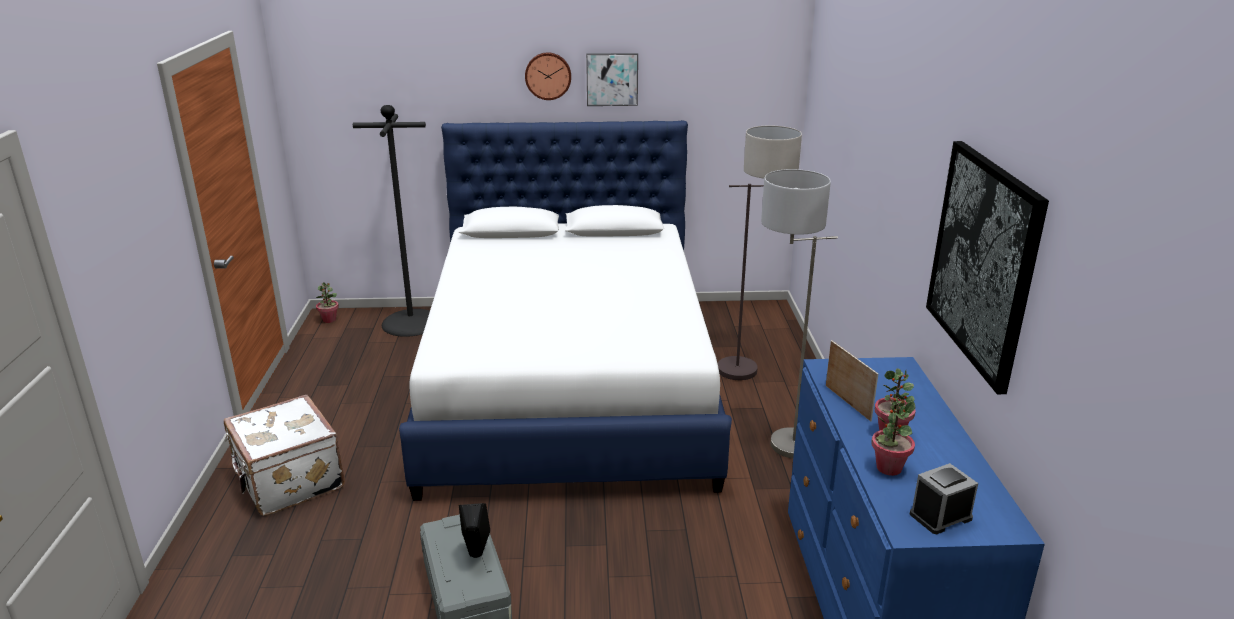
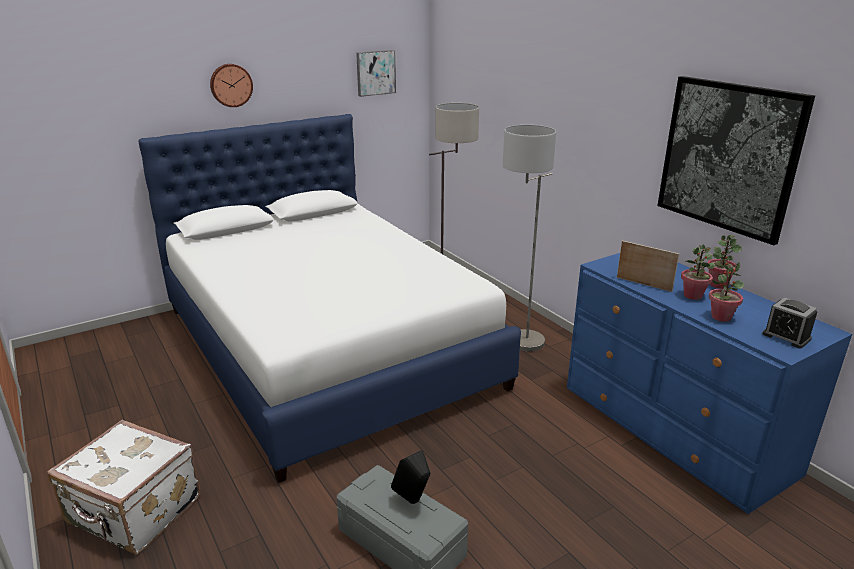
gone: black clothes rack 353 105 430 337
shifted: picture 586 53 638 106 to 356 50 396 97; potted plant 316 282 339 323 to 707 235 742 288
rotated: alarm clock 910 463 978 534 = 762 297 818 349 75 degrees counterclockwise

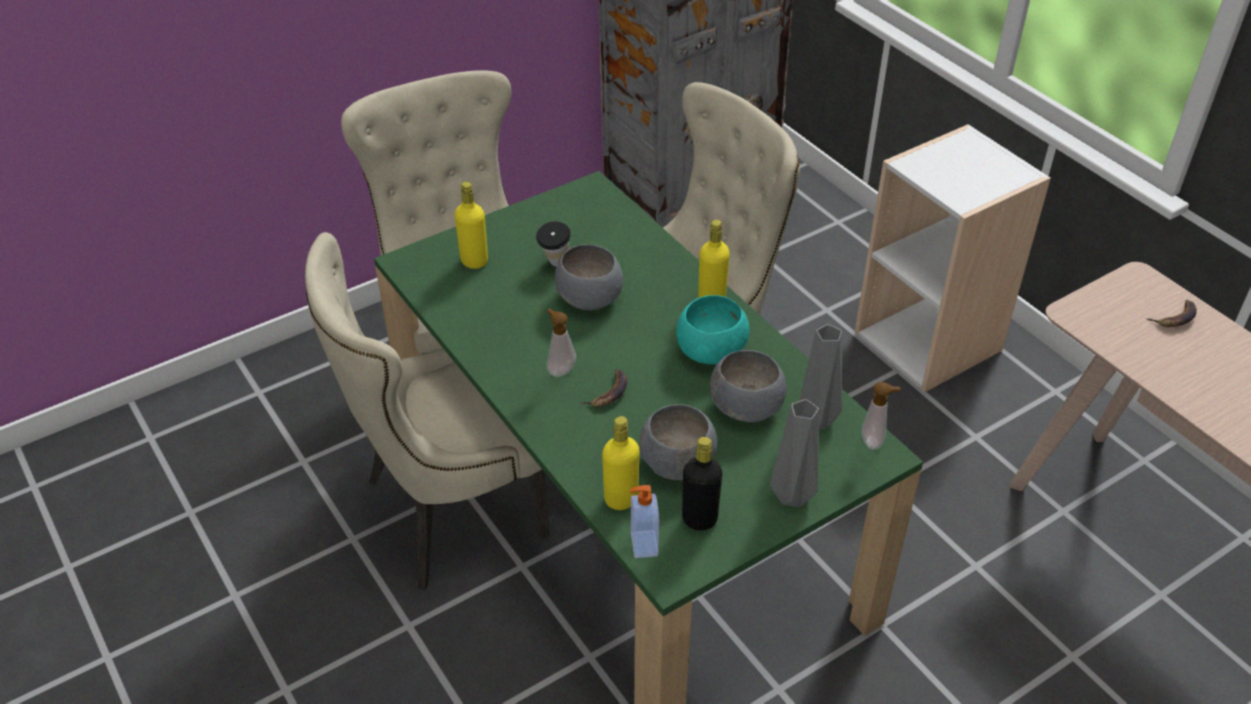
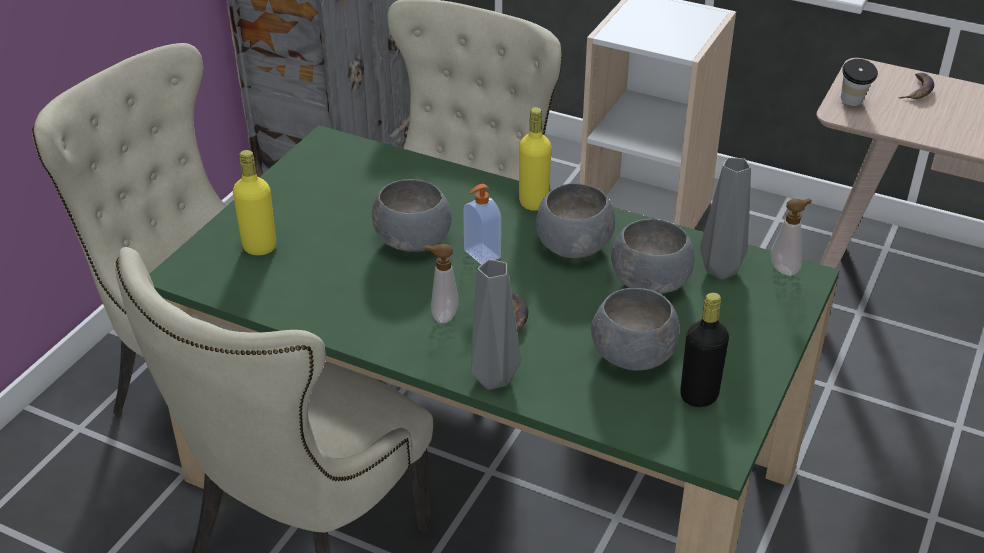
gone: yellow bottle 602 416 640 510
shifted: cup 536 221 571 267 to 841 59 878 106; grey vase 770 399 819 507 to 471 259 521 390; soap dispenser 630 485 659 558 to 463 184 501 265
repainted: turquoise bowl 676 295 750 365 to grey bowl 536 183 615 258

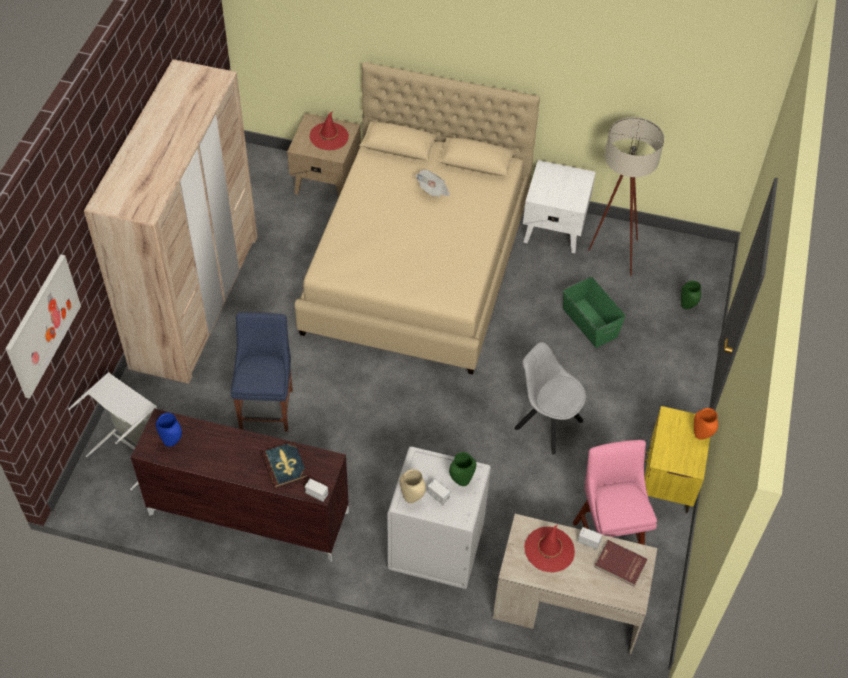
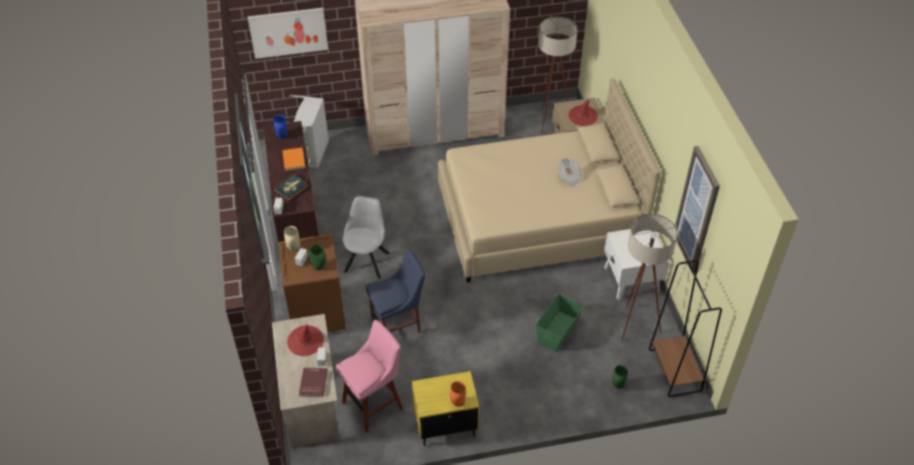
new: beige floor lamp 538 17 578 135; picture 675 146 720 273; orange book 282 147 305 171; clothes rack 649 260 722 397
shifted: blue chair 231 312 293 432 to 365 249 425 333; grey chair 515 342 586 454 to 343 196 390 279
repainted: grey dresser 388 447 491 589 to brown dresser 278 234 346 332

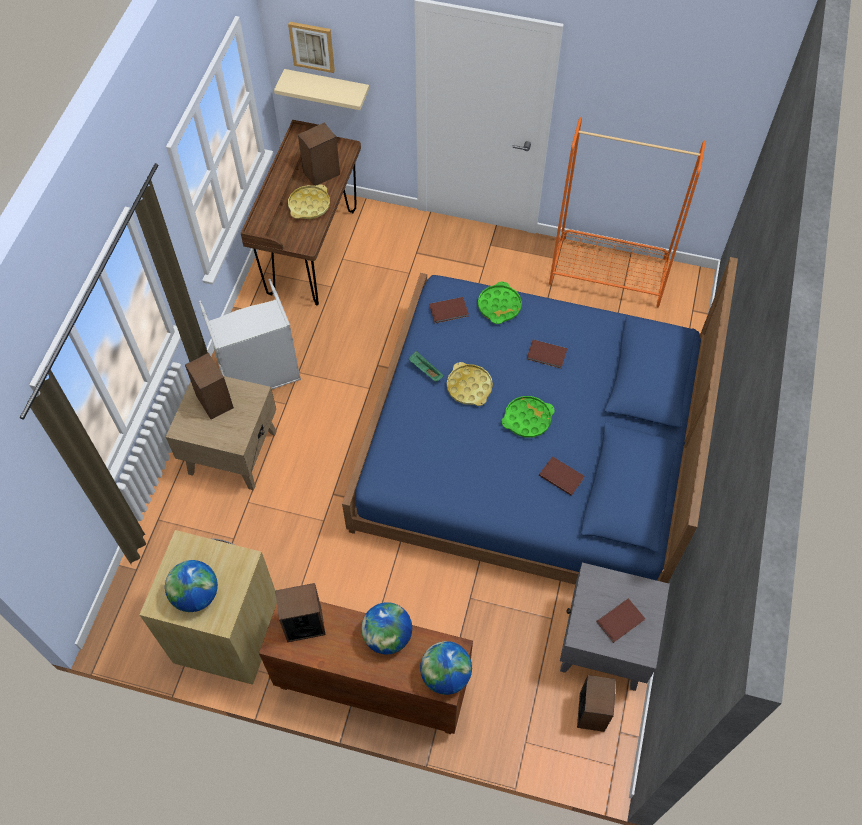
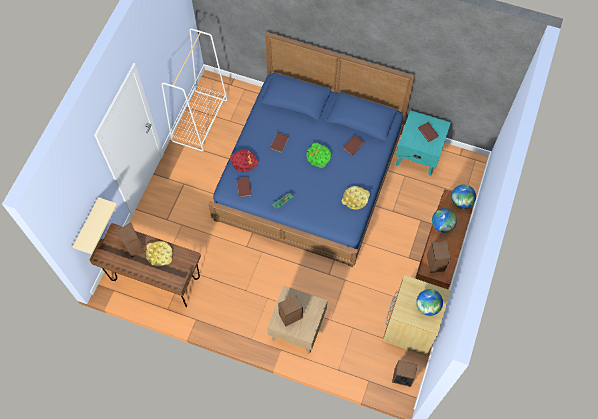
gone: picture 288 22 335 73; grey laundry basket 199 279 301 390
shifted: yellow tray 447 362 493 406 to 342 186 370 209; speaker 577 675 616 732 to 392 360 417 387
repainted: orange clothes rack 549 117 706 307 to white clothes rack 161 28 227 151; green tray 478 282 522 324 to red tray 230 150 258 172; grey nightstand 560 563 670 691 to turquoise nightstand 396 110 451 176

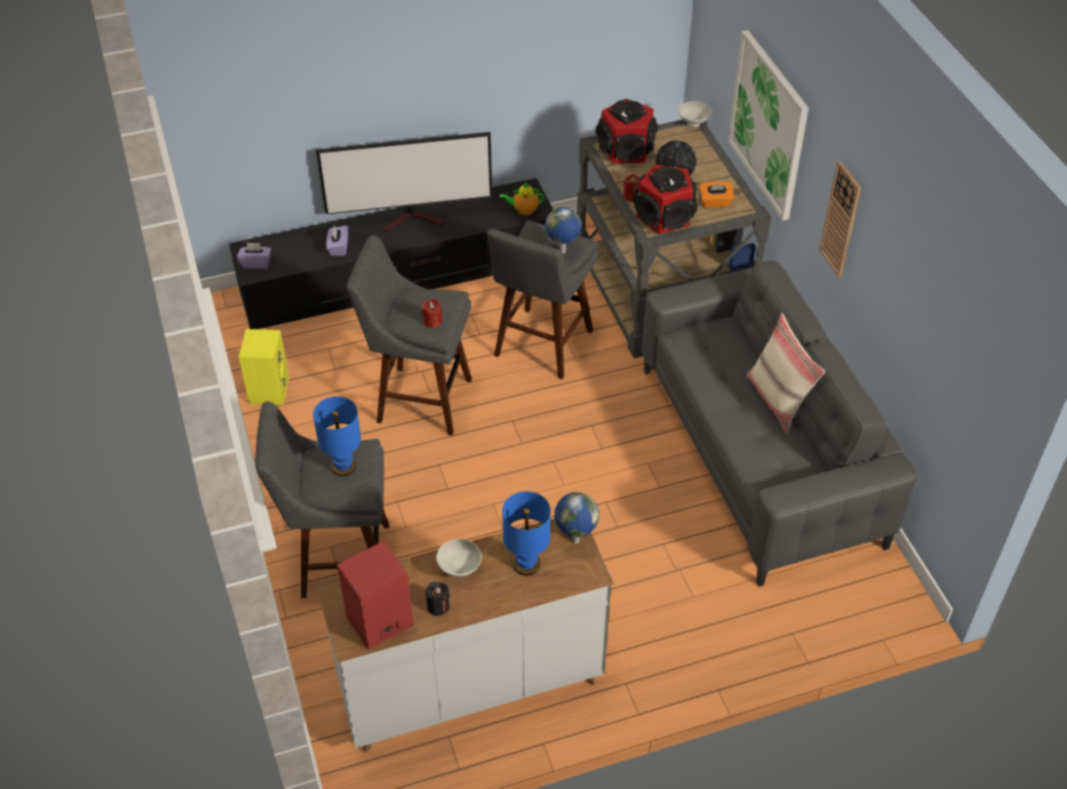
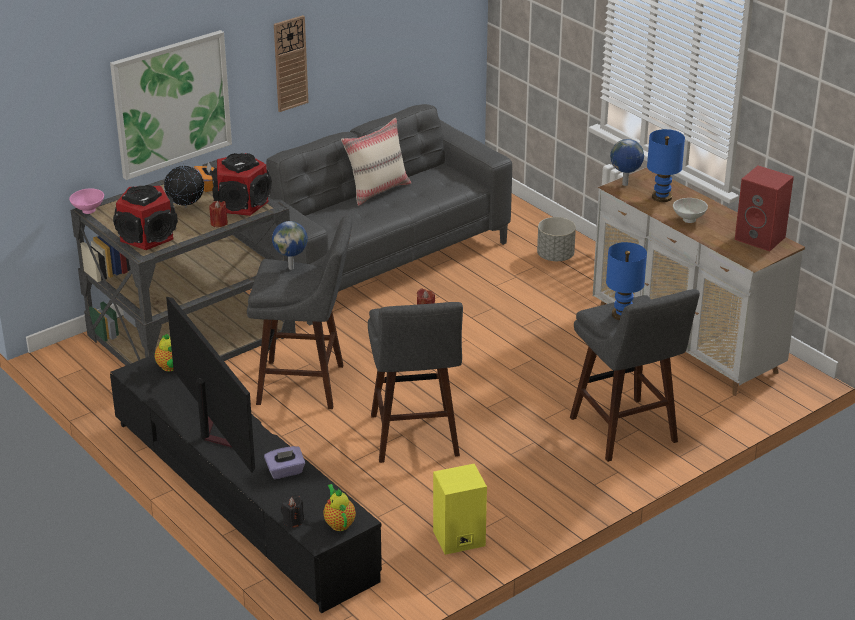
new: grey planter 537 217 576 261
shifted: black candle 426 582 450 616 to 281 495 304 528
swapped: purple tissue box 237 243 271 269 to teapot 323 484 356 531
repainted: white bowl 678 101 711 127 to pink bowl 69 188 104 214

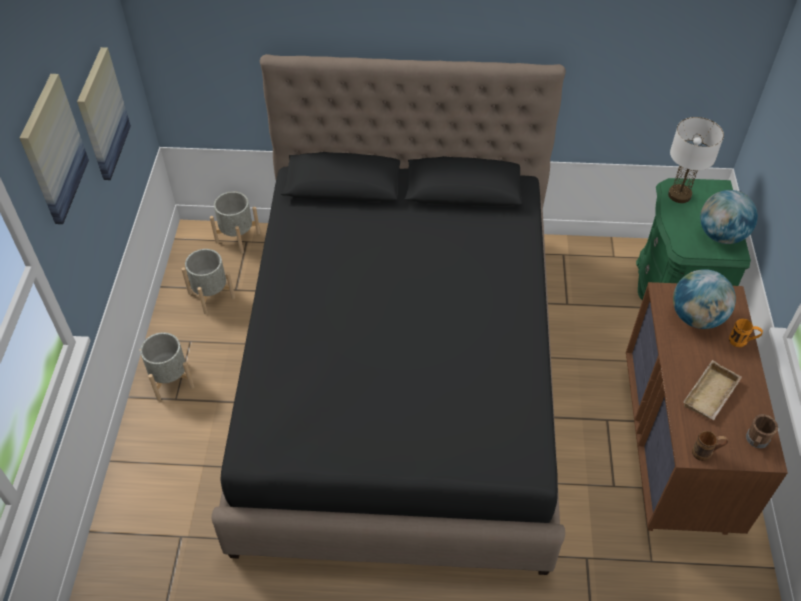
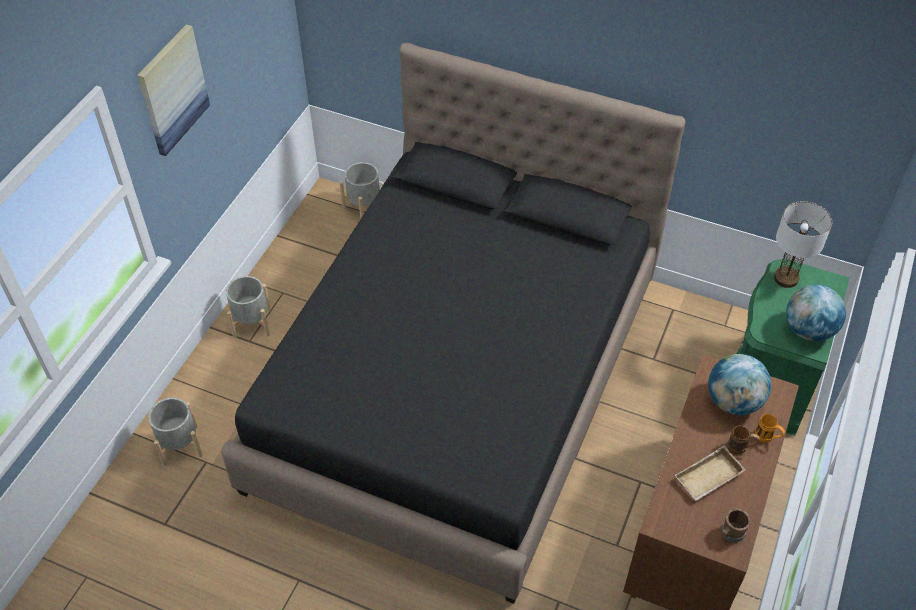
gone: picture 77 47 131 180
shifted: grey planter 181 249 235 314 to 148 398 203 466; brown mug 692 431 728 461 to 728 426 760 455

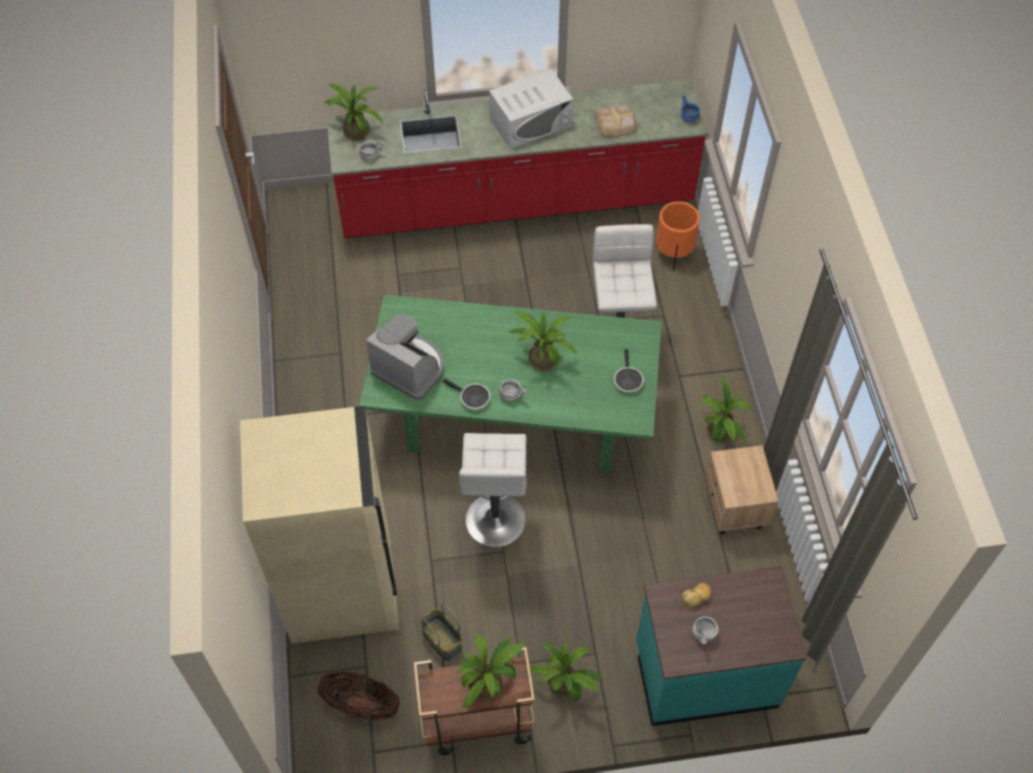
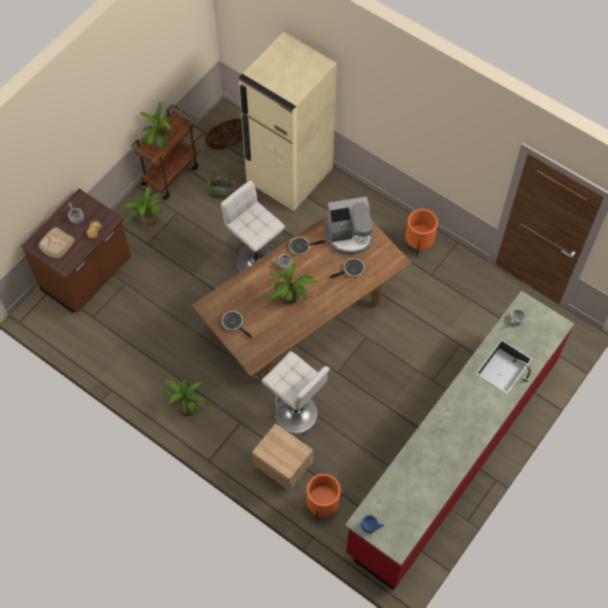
gone: white microwave 489 69 573 149; potted plant 324 84 383 141
new: orange planter 405 209 438 258; frying pan 330 258 364 278
shifted: bread 595 105 637 137 to 39 227 75 258; beige nightstand 705 445 779 534 to 252 423 313 491
repainted: green dining table 359 295 662 473 to brown dining table 192 215 411 377; turquoise counter 636 566 807 726 to brown counter 21 188 131 313

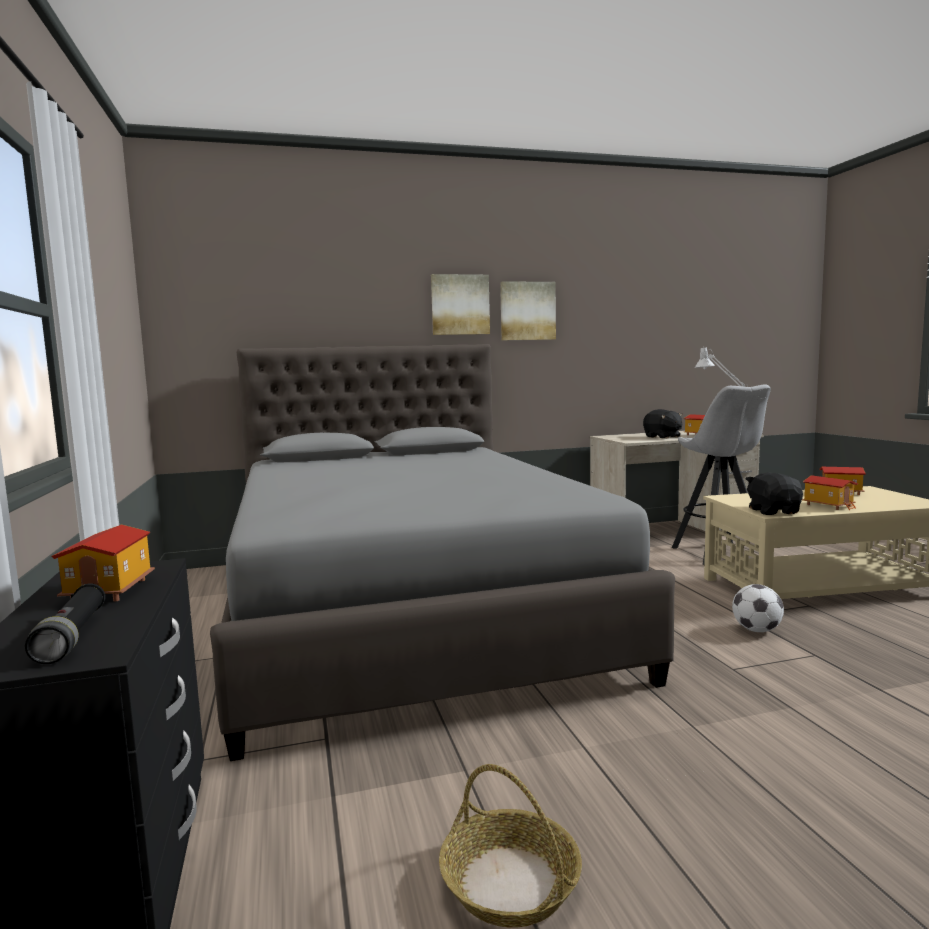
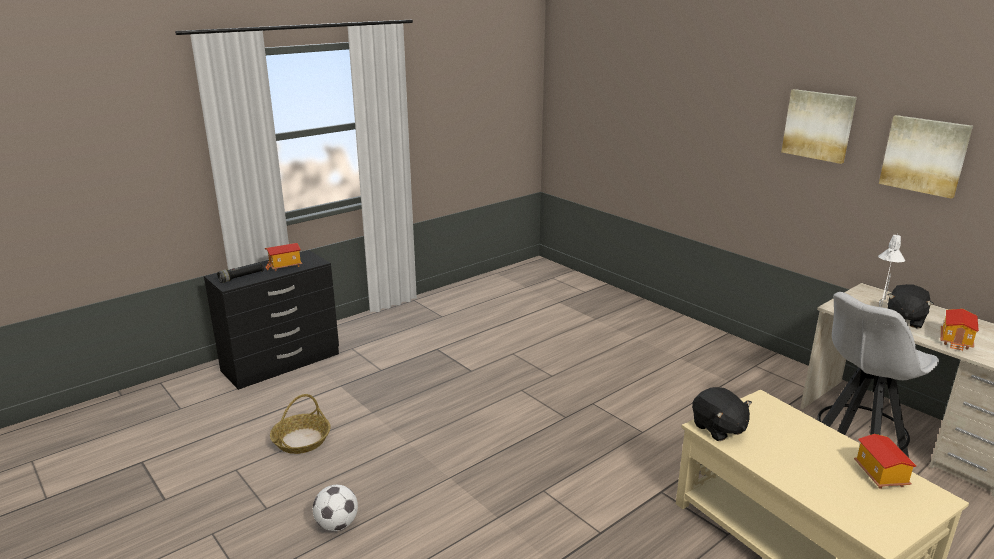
gone: grey bed 210 344 675 761; toy house 802 475 858 510
shifted: picture 431 274 490 335 to 879 115 973 199; football 732 584 784 632 to 313 485 358 531
rotated: black plush toy 746 472 803 515 = 692 387 752 441 90 degrees clockwise

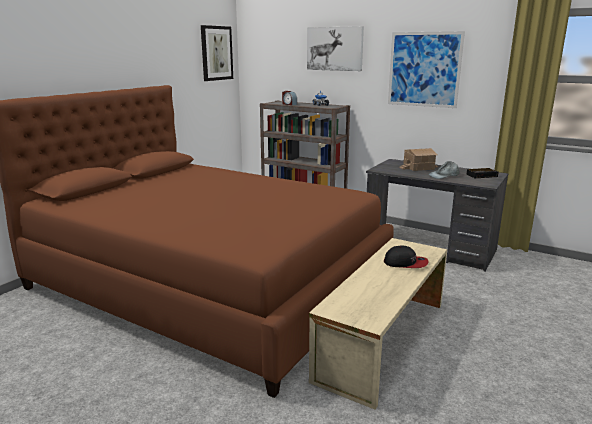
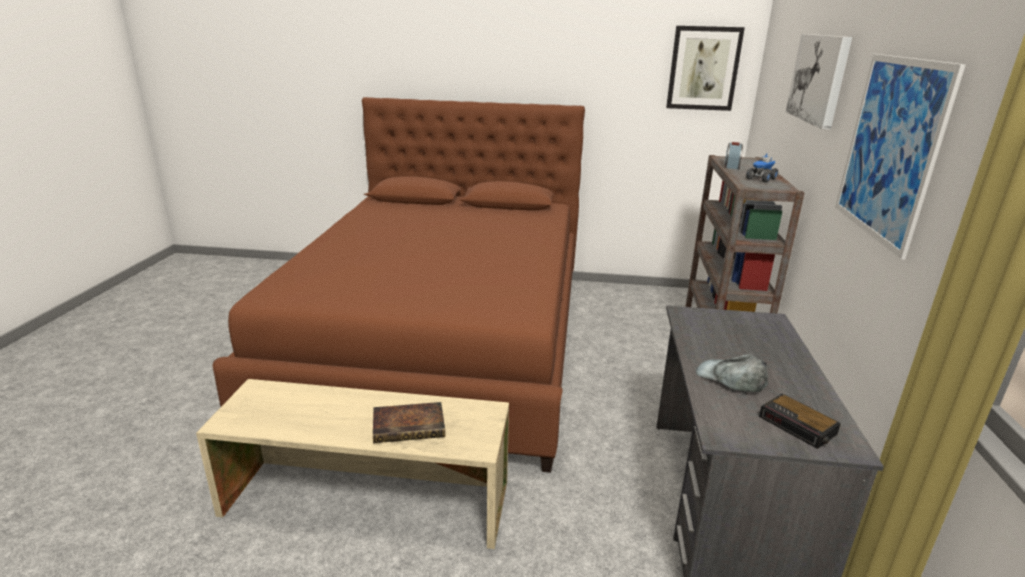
gone: toy house 399 148 438 171
swapped: cap 384 246 429 268 to book 373 402 445 443

